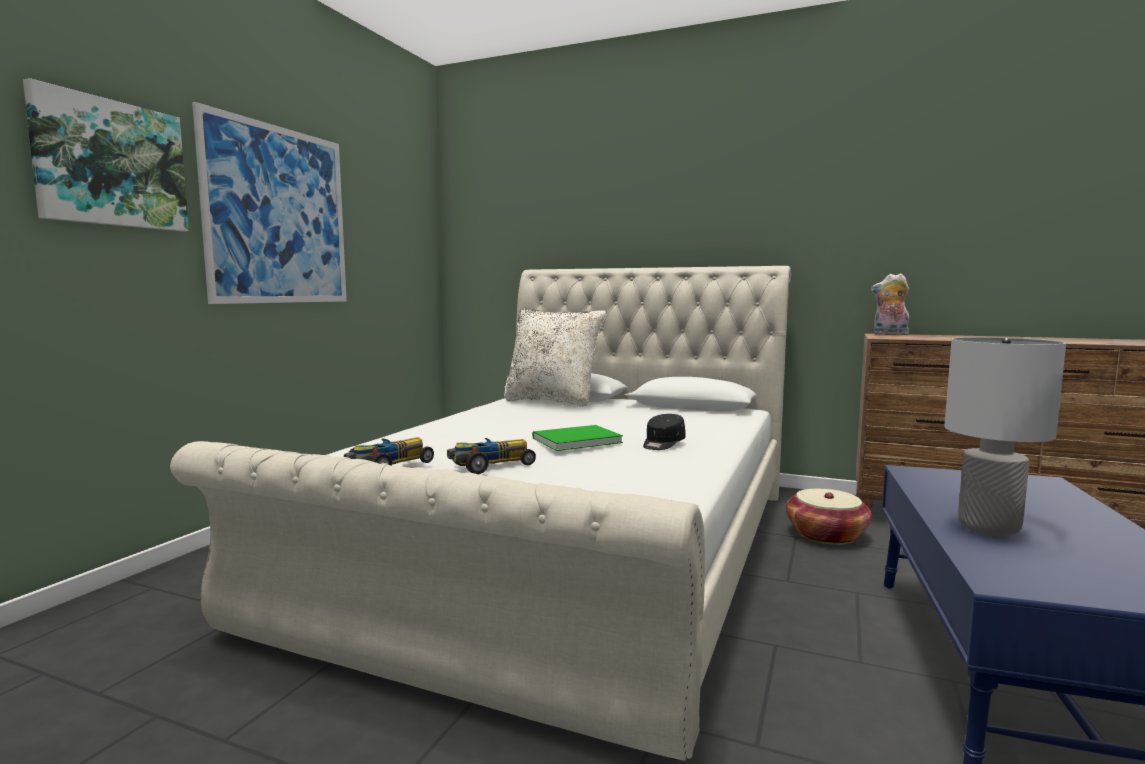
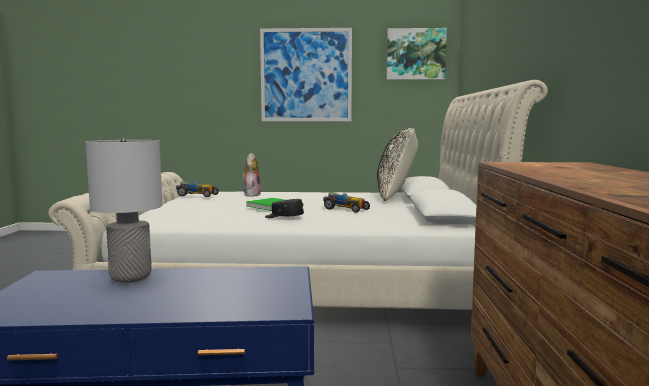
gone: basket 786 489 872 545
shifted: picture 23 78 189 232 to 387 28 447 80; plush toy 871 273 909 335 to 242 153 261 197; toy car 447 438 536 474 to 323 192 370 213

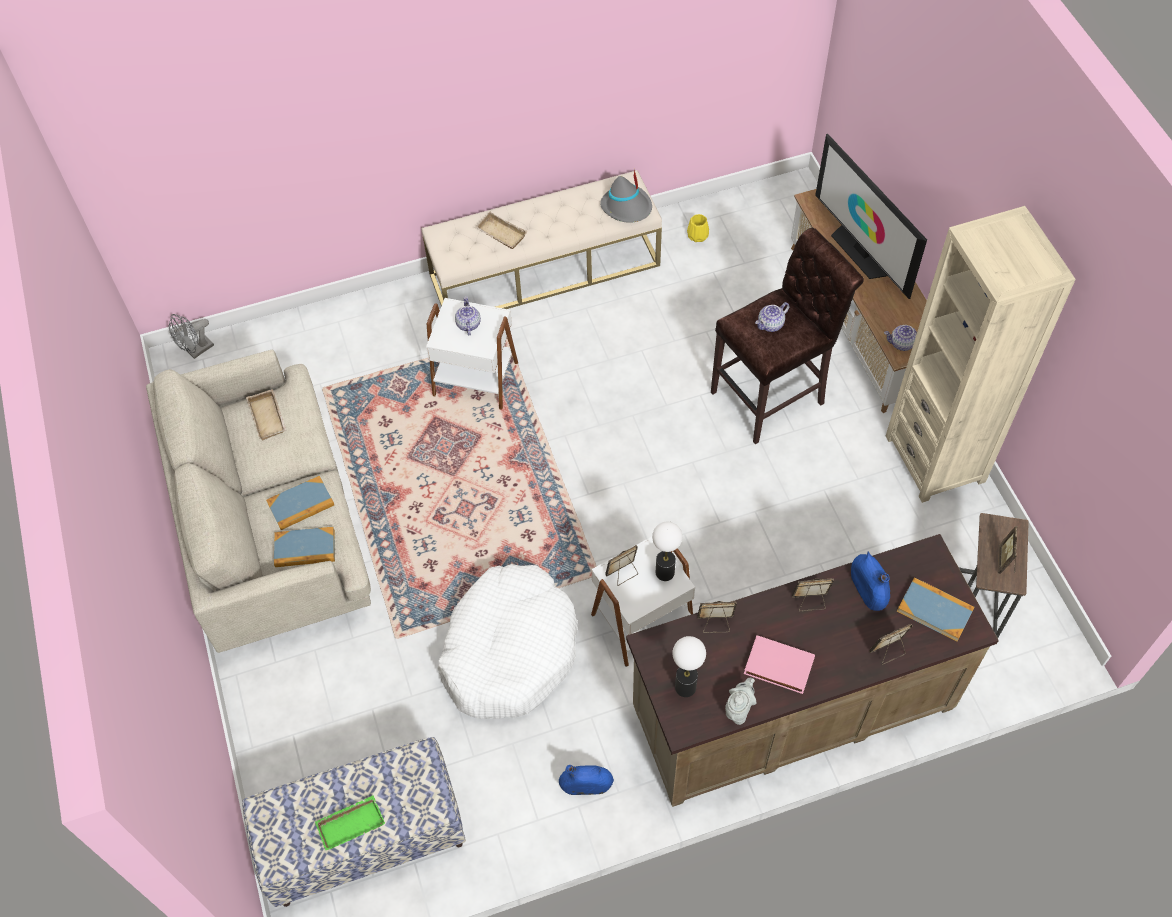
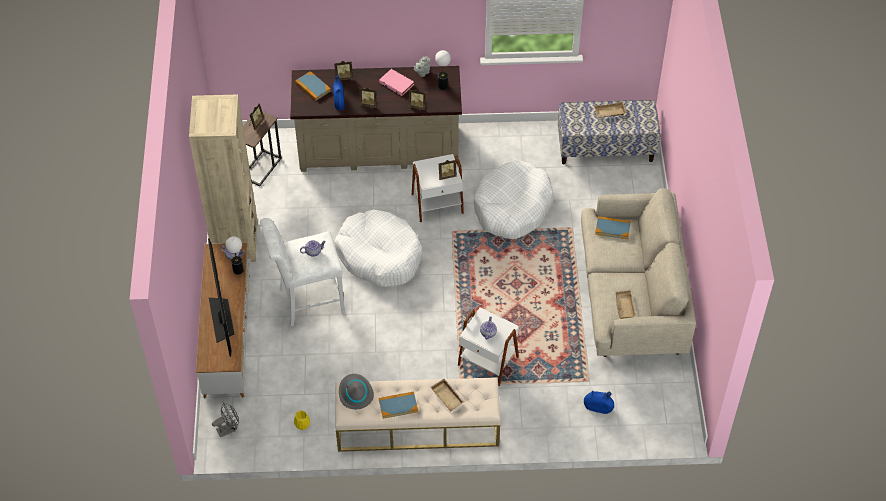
new: white dog bed 335 210 422 287
shifted: grey fan 169 314 214 359 to 212 403 239 437; book 266 476 334 530 to 379 392 418 419; table lamp 652 522 682 581 to 226 236 244 275; blue vase 559 765 614 795 to 584 391 614 414
repainted: brown stool 711 228 864 444 to white stool 260 218 345 326; green tray 315 795 385 850 to beige tray 594 102 626 117

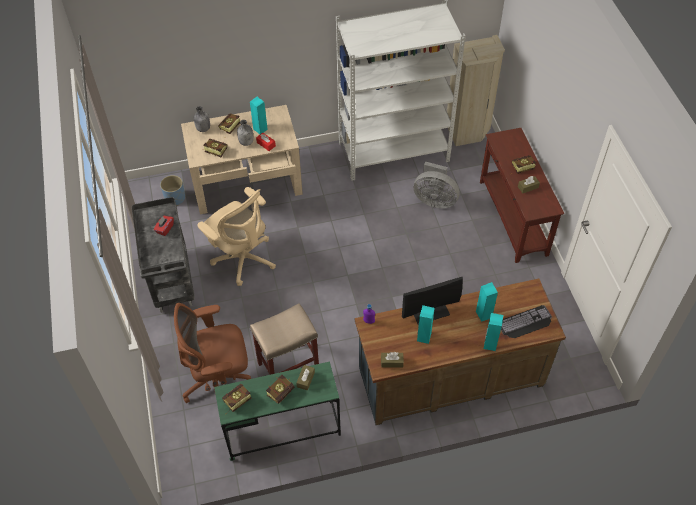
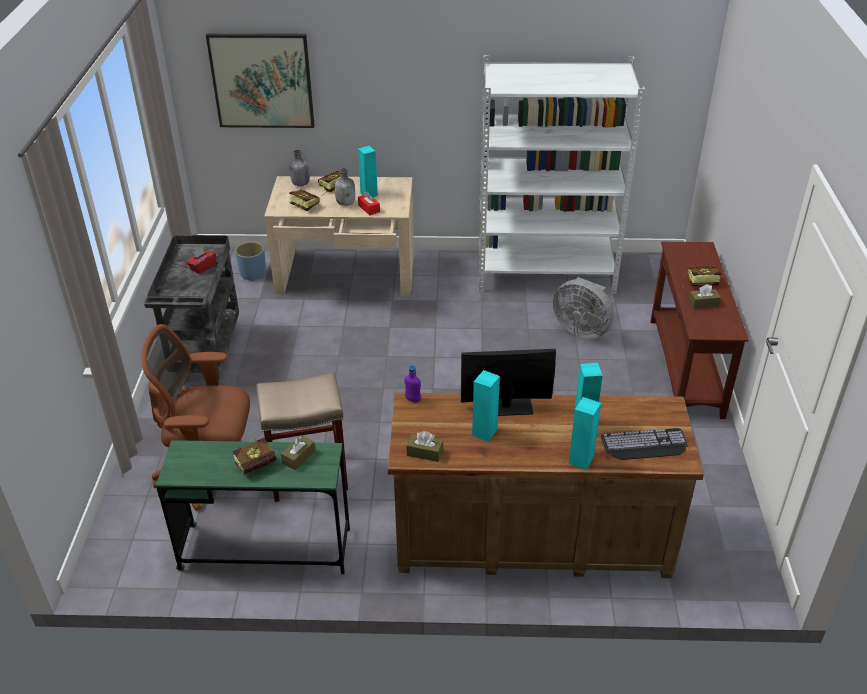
gone: beige cabinet 447 35 505 146; beige office chair 197 187 276 286; book 222 384 251 414
new: picture 206 33 315 128

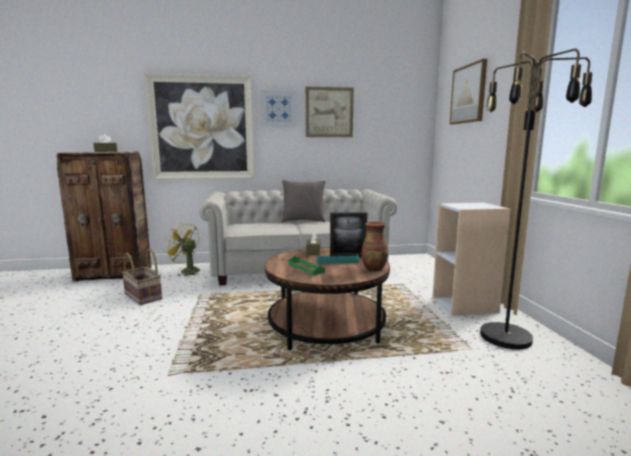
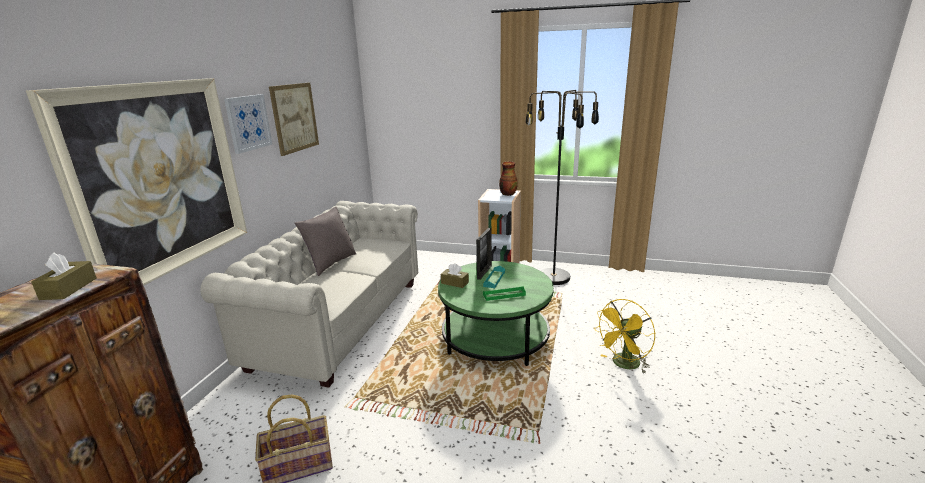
gone: picture 450 59 487 125
shifted: vase 361 222 388 271 to 499 162 518 196; yellow fan 164 223 200 276 to 594 299 655 374
repainted: brown coffee table 265 248 390 350 to green coffee table 438 261 554 366

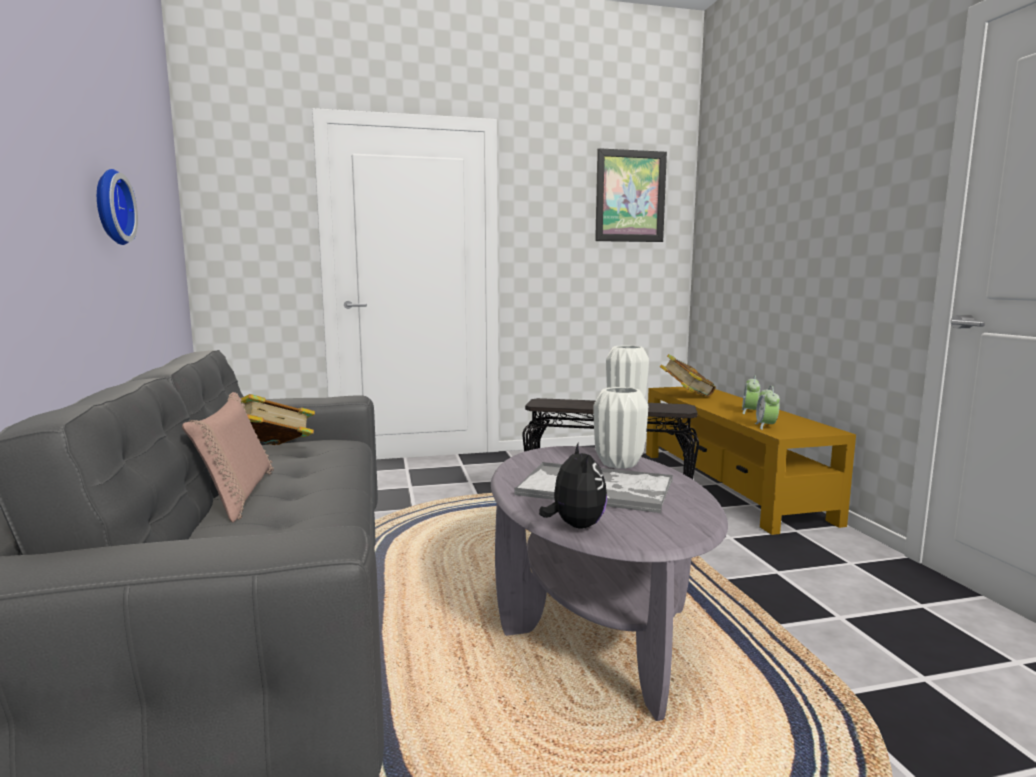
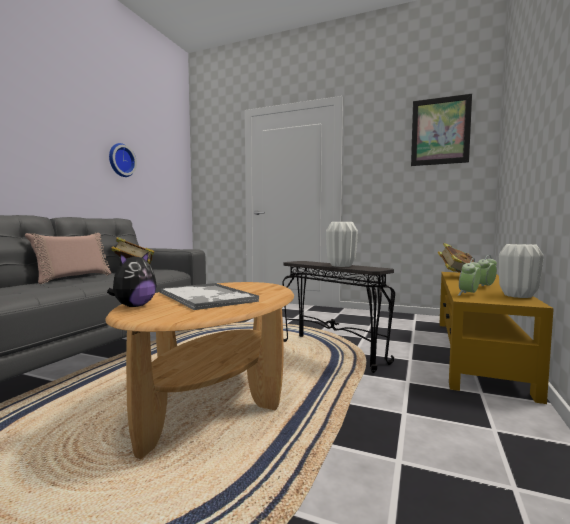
shifted: white vase 594 387 648 469 to 499 244 544 298
repainted: grey coffee table 491 446 728 721 to brown coffee table 105 282 294 459

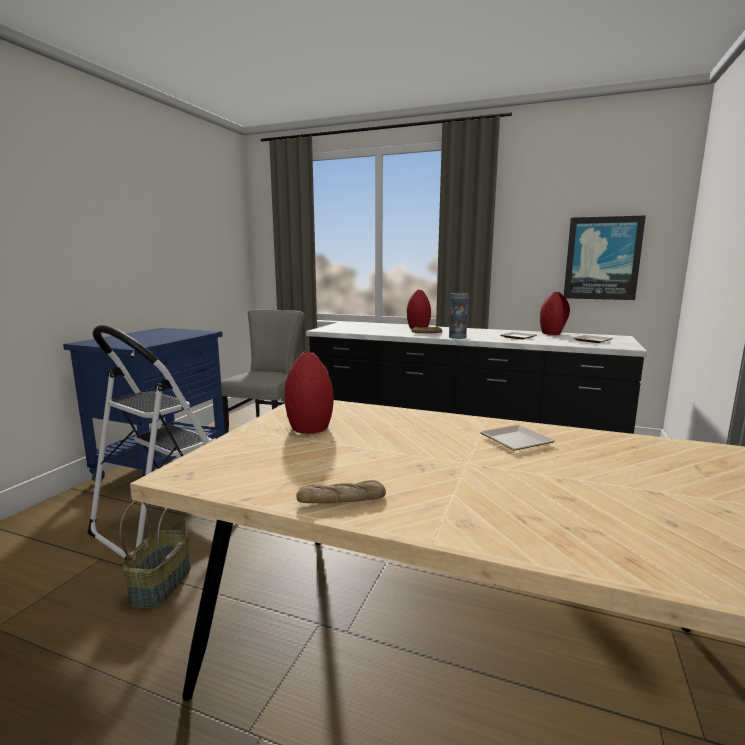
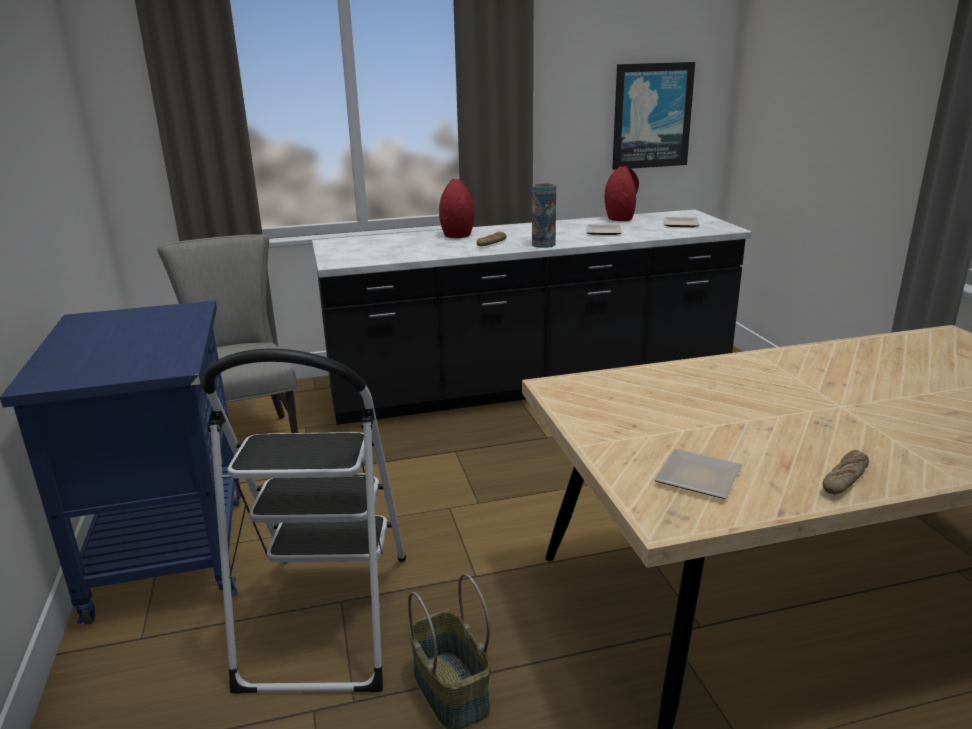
gone: red vase 285 352 334 434
shifted: plate 480 425 555 450 to 654 449 742 499

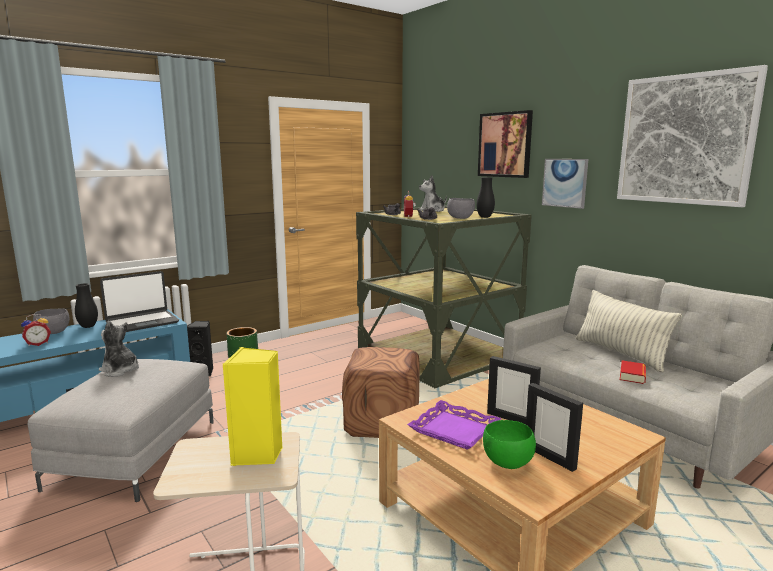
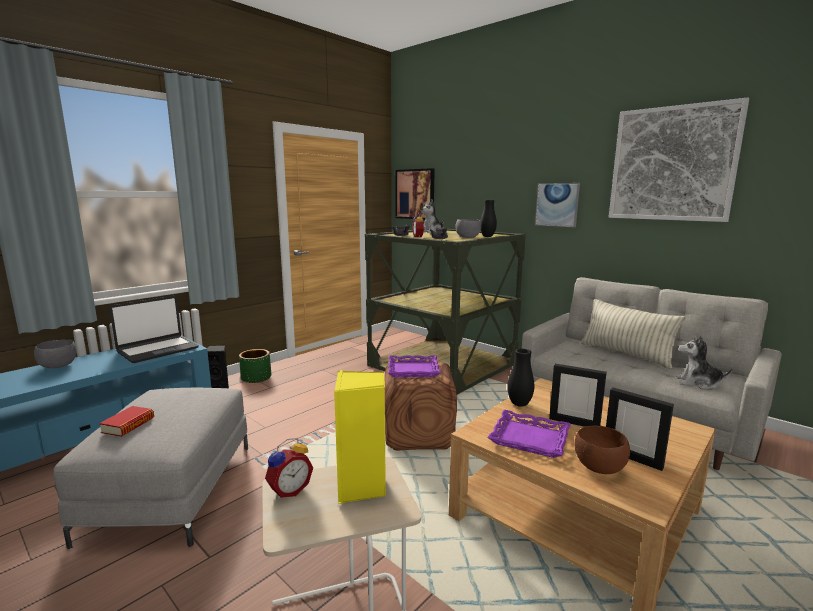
new: purple tray 388 355 441 377
shifted: picture 478 110 533 178 to 395 168 435 220; black vase 75 283 98 328 to 507 349 534 407; alarm clock 21 314 51 346 to 265 438 313 499; plush toy 99 321 139 377 to 676 336 733 389; book 620 360 646 384 to 99 406 154 437
repainted: green bowl 483 420 536 469 to brown bowl 574 426 630 474

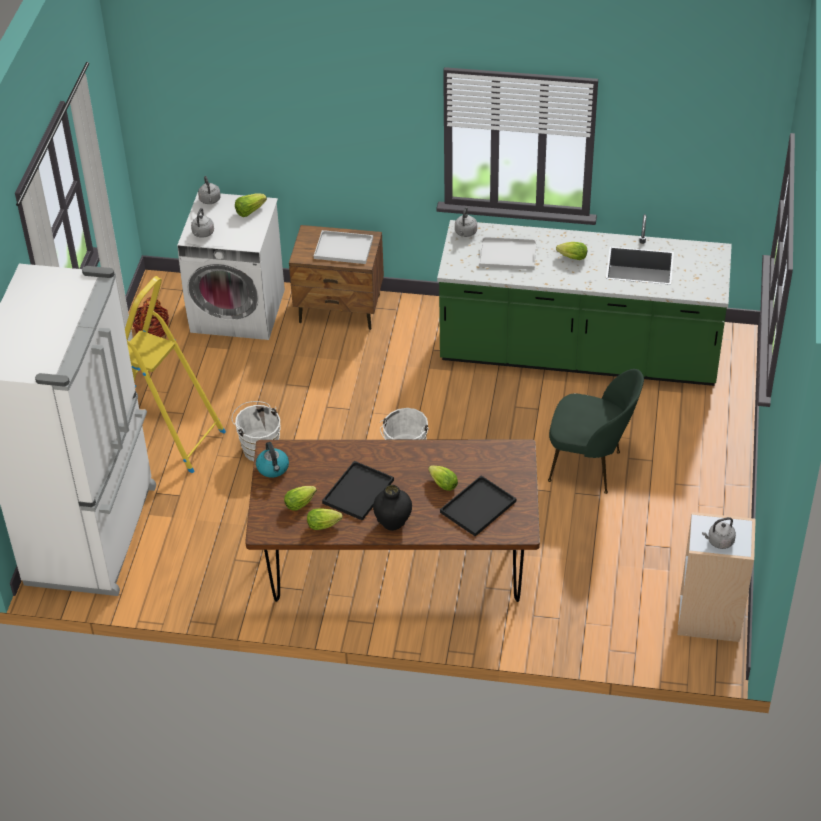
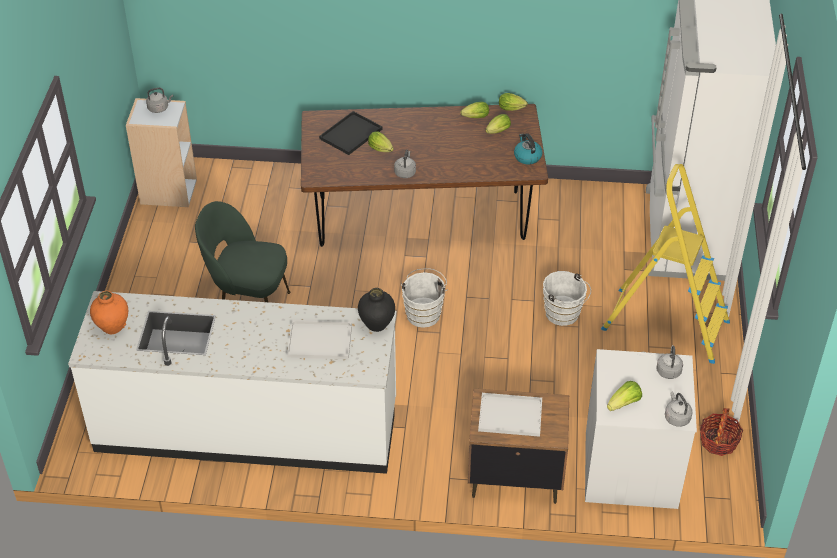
gone: black tray 322 461 394 521
new: orange vase 90 290 128 334
shifted: grey kettle 455 207 477 237 to 394 150 416 178; lettuce 556 242 587 260 to 499 93 528 111; black vase 373 485 412 531 to 358 288 395 332
repainted: green counter 437 214 732 386 to white counter 68 291 397 474

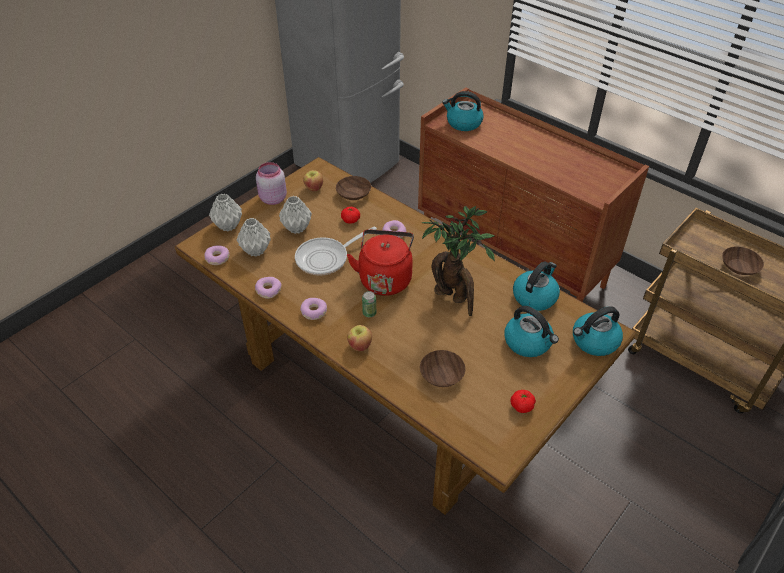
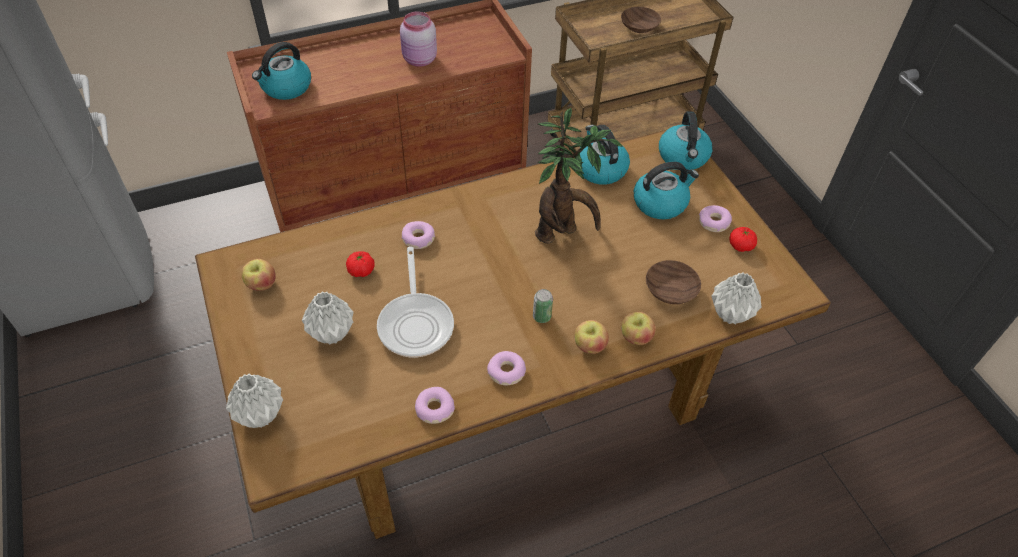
gone: brown bowl 336 176 371 200; red kettle 347 230 414 296
new: apple 621 312 655 345
shifted: pink jar 256 162 287 205 to 400 11 437 67; grey vase 237 218 271 257 to 711 273 762 324; donut 204 245 230 265 to 699 205 732 232

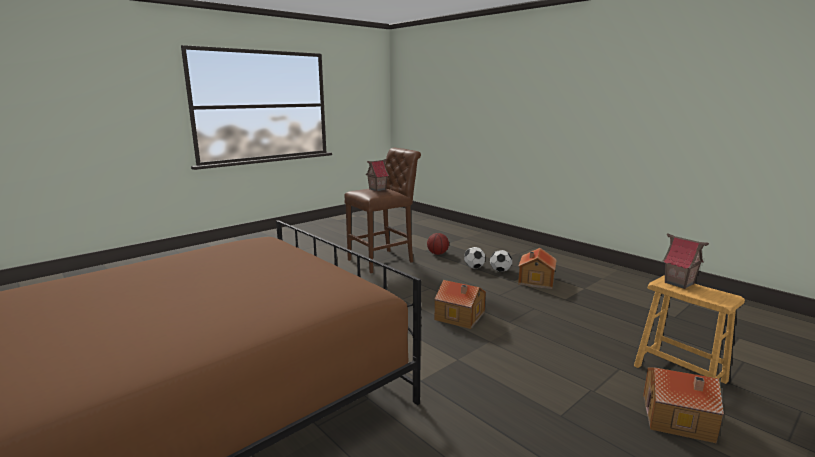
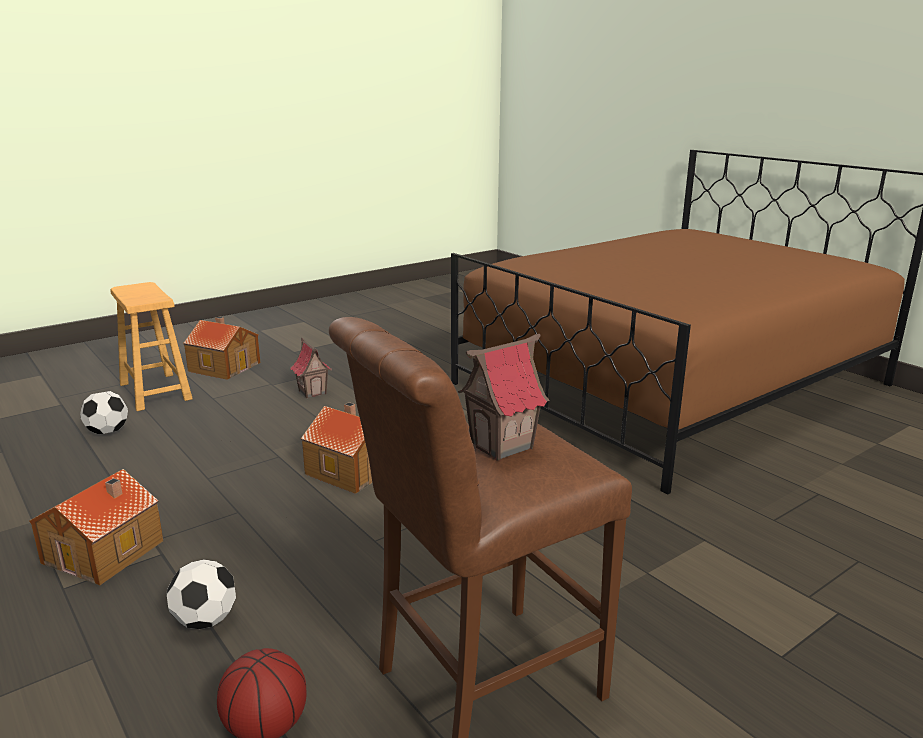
shifted: toy house 662 233 709 289 to 290 337 332 398; football 490 250 512 272 to 80 391 128 434

